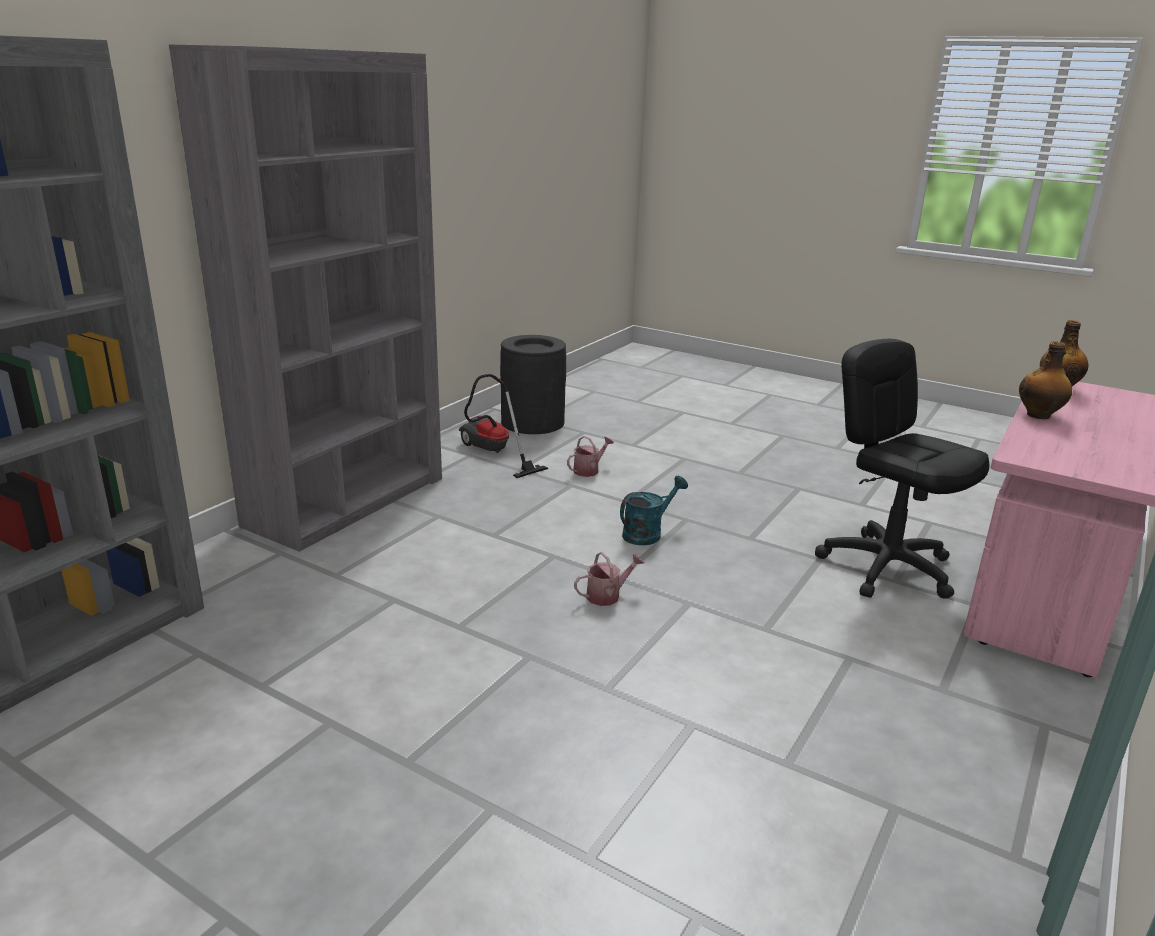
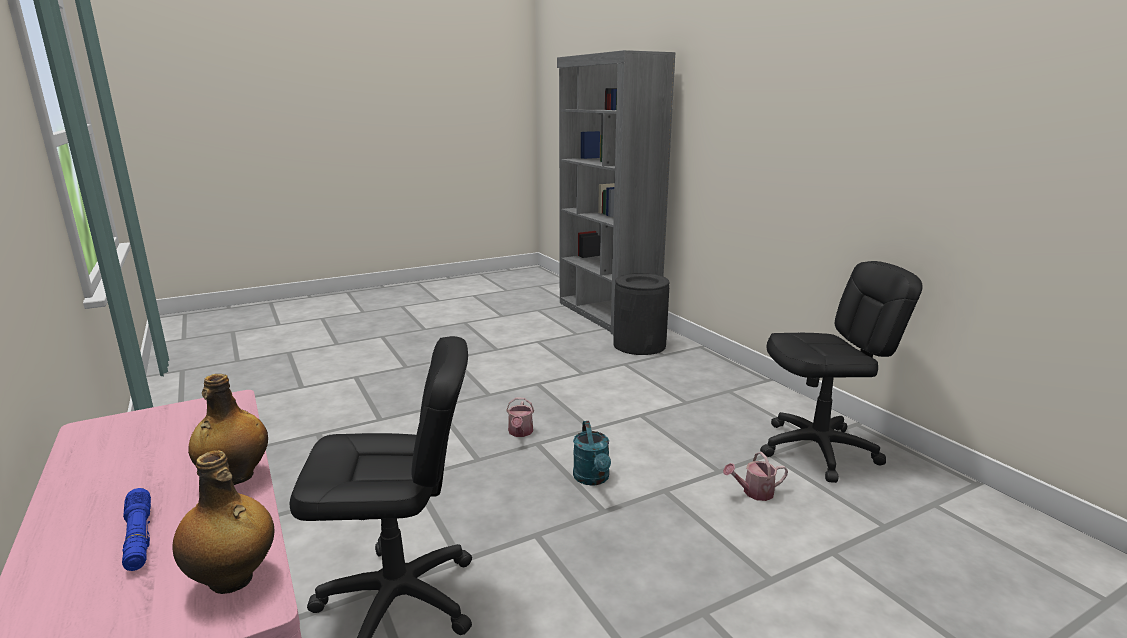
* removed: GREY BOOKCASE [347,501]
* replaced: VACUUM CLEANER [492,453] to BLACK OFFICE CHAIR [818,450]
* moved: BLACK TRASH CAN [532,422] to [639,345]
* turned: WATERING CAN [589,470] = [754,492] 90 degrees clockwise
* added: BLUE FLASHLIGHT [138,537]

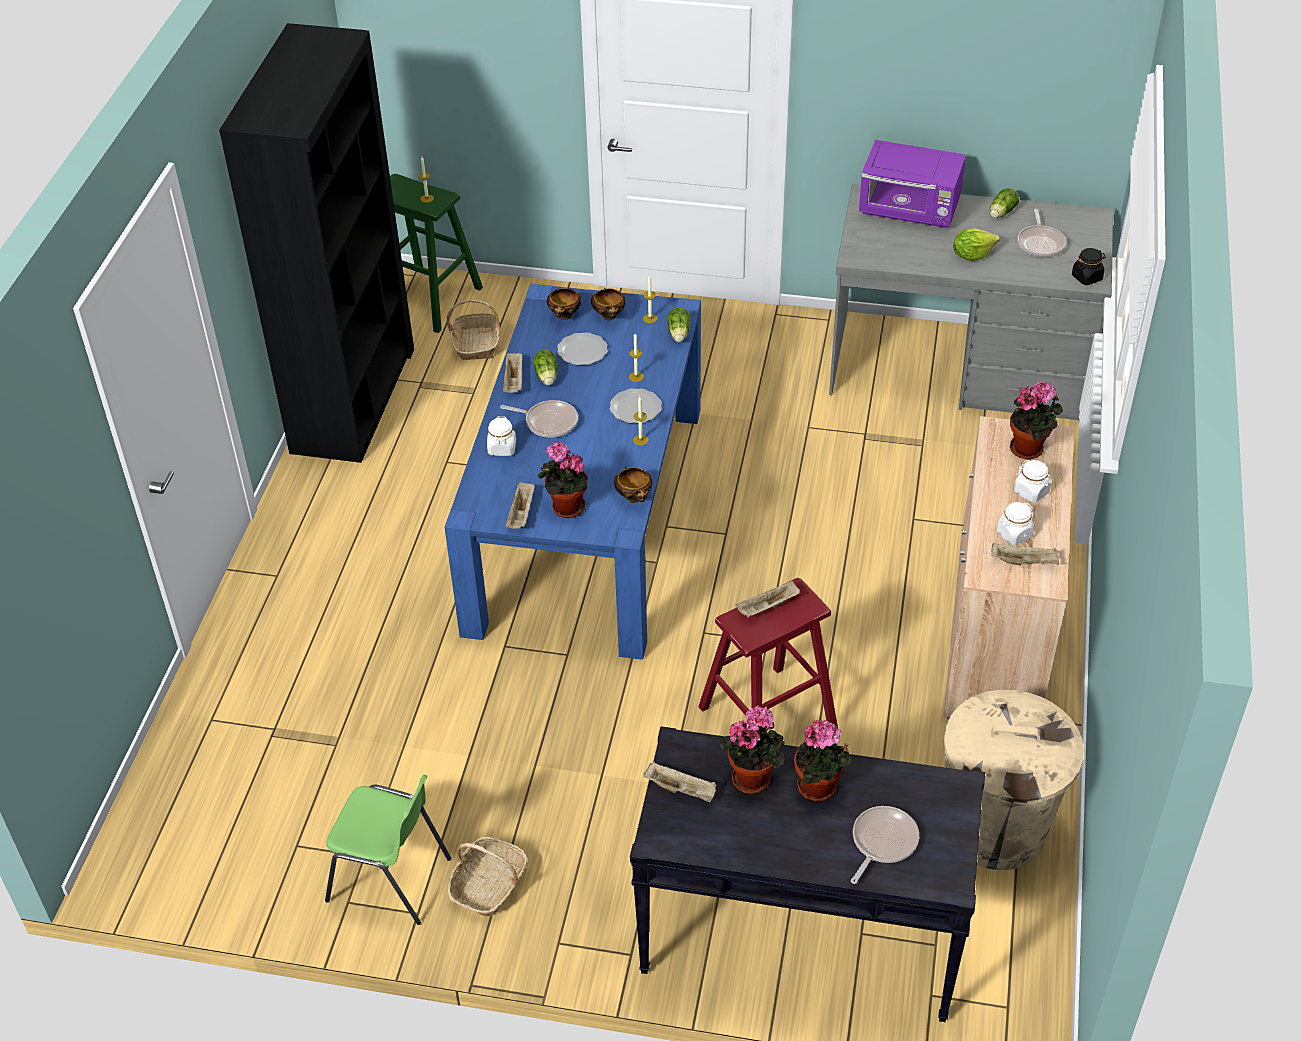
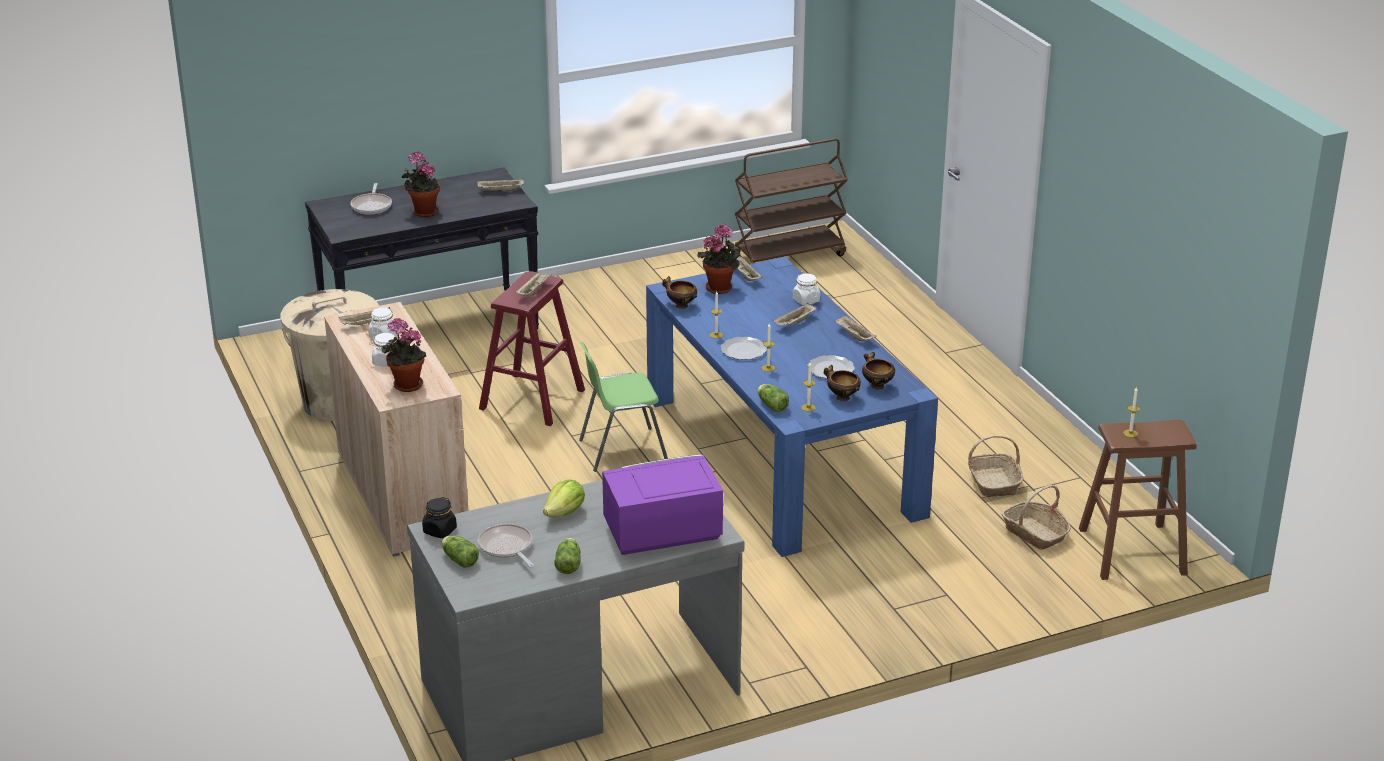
* removed: BLACK BOOKCASE [353,399]
* moved: GREEN CHAIR [390,879] to [622,450]
* recoloured: GREEN STOOL [427,298] to BROWN STOOL [1132,551]
* moved: BASKET [489,885] to [993,482]
* replaced: FRYING PAN [548,422] to BEIGE TRAY [794,323]
* moved: LETTUCE [546,377] to [459,559]
* removed: POTTED PLANT [753,776]
* added: BROWN CART [789,255]

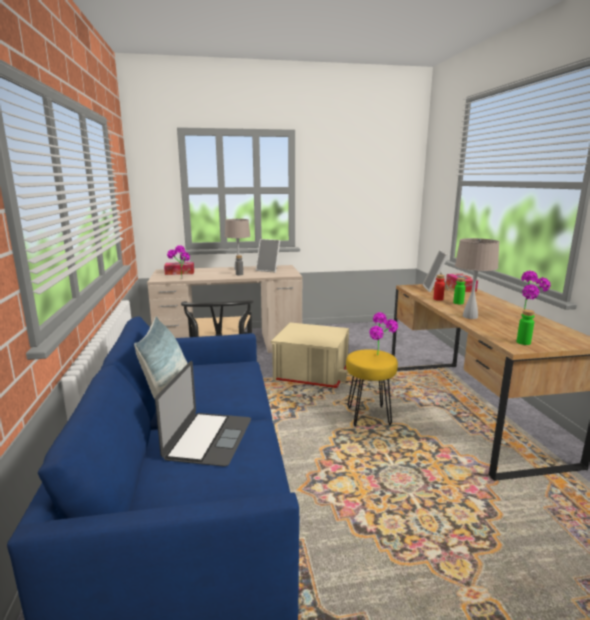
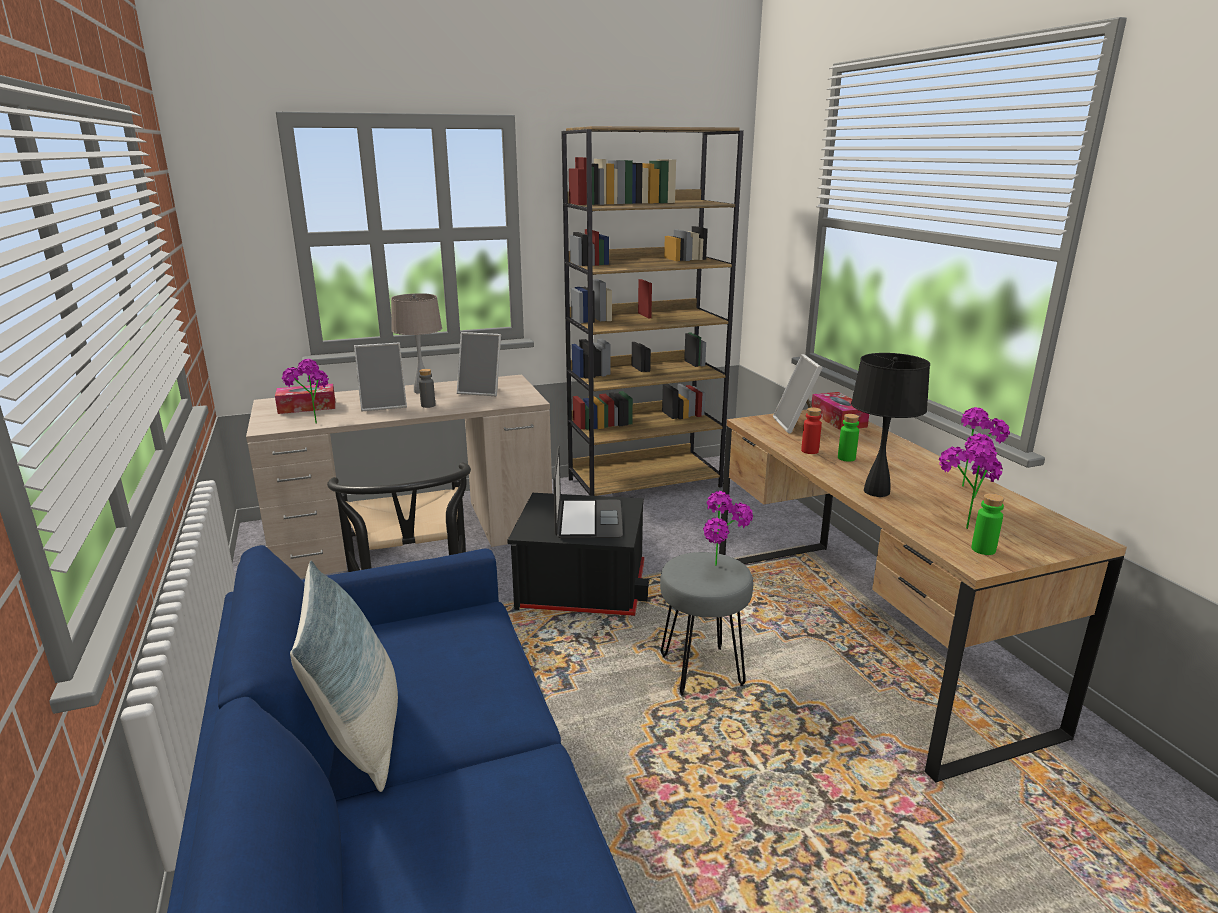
* moved: LAPTOP [208,438] to [588,519]
* recoloured: BEIGE STORAGE BOX [311,373] to BLACK STORAGE BOX [581,586]
* recoloured: YELLOW STOOL [368,416] to GREY STOOL [700,671]
* recoloured: BEIGE TABLE LAMP [469,316] to BLACK TABLE LAMP [876,491]
* added: PICTURE FRAME [384,405]
* added: BROWN BOOKCASE [645,483]
* added: POTTED PLANT [960,523]

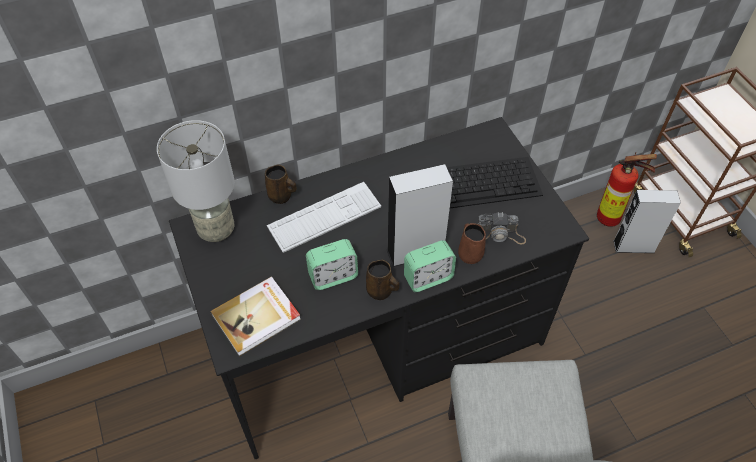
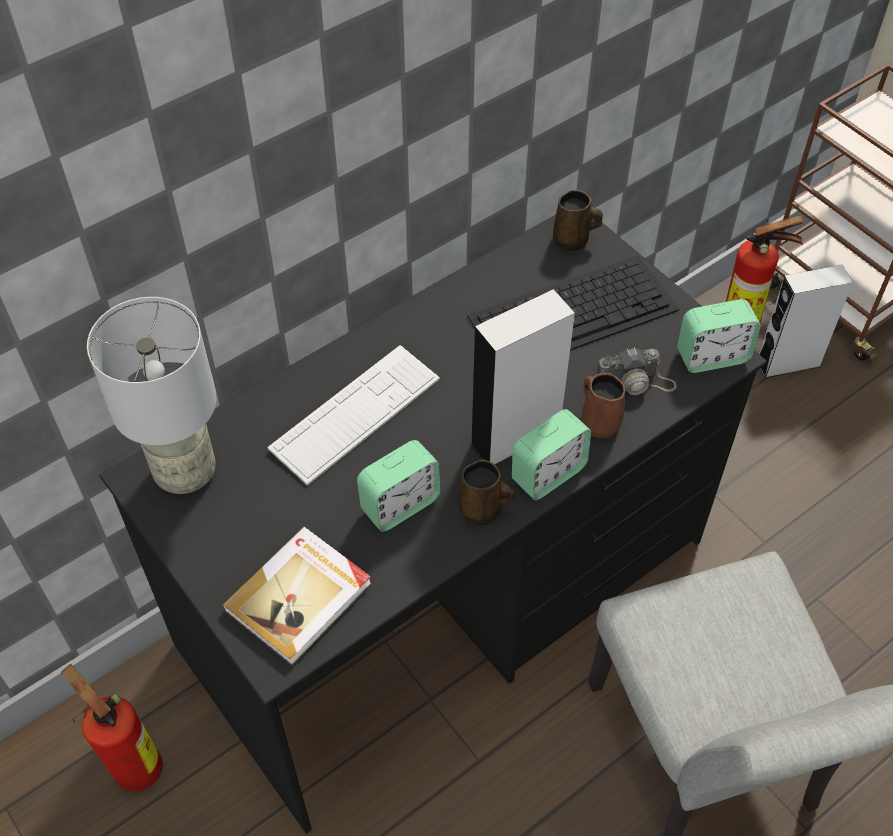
* moved: BROWN MUG [281,196] to [573,241]
* added: FIRE EXTINGUISHER [134,764]
* added: ALARM CLOCK [712,356]

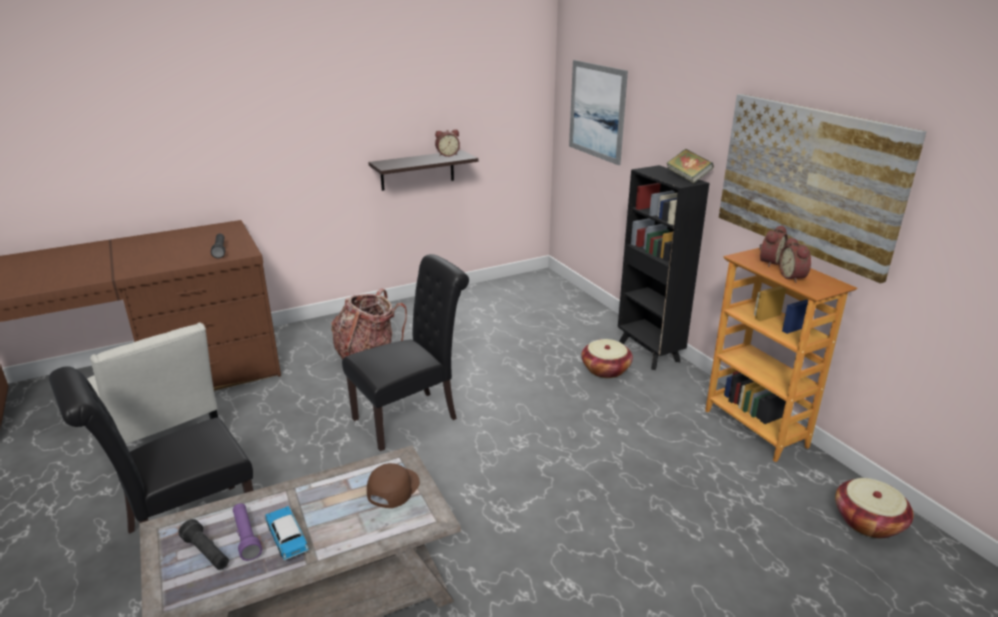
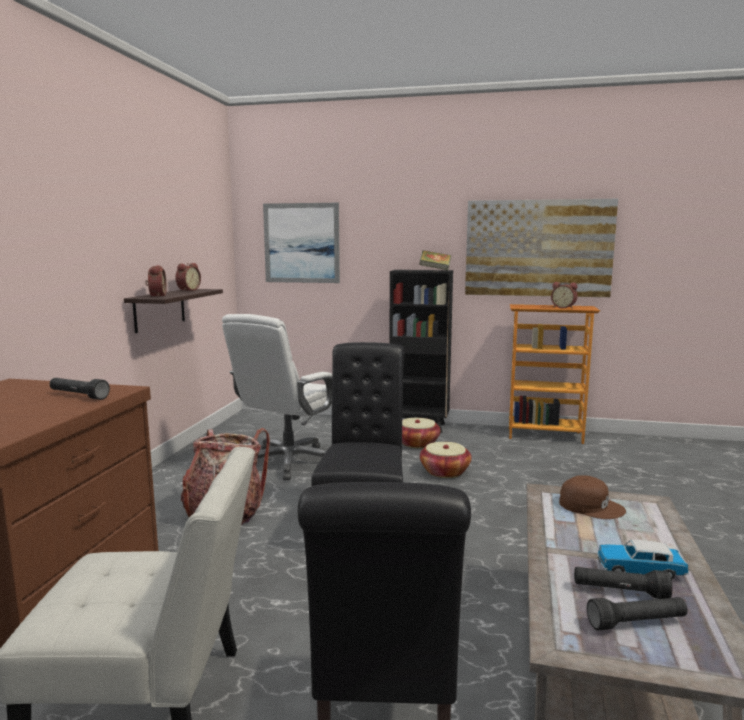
* recoloured: PURPLE FLASHLIGHT [246,537] to BLACK FLASHLIGHT [620,592]
* turned: BROWN CAP [392,488] = [590,506] 150 degrees clockwise
* moved: ALARM CLOCK [769,262] to [156,296]
* moved: BASKET [868,521] to [444,471]
* added: WHITE OFFICE CHAIR [288,462]

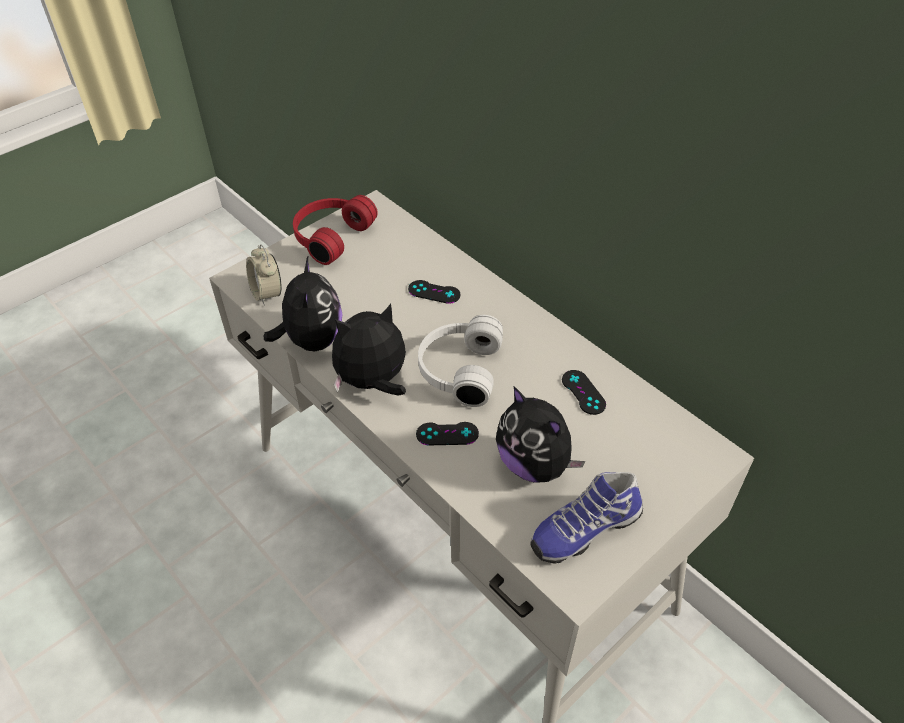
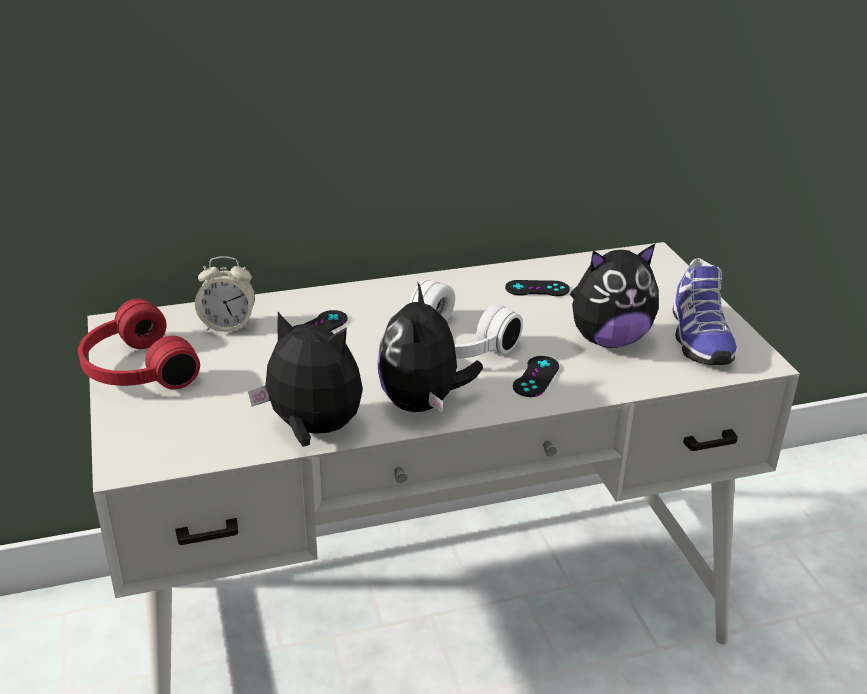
* moved: ALARM CLOCK [267,293] to [228,325]

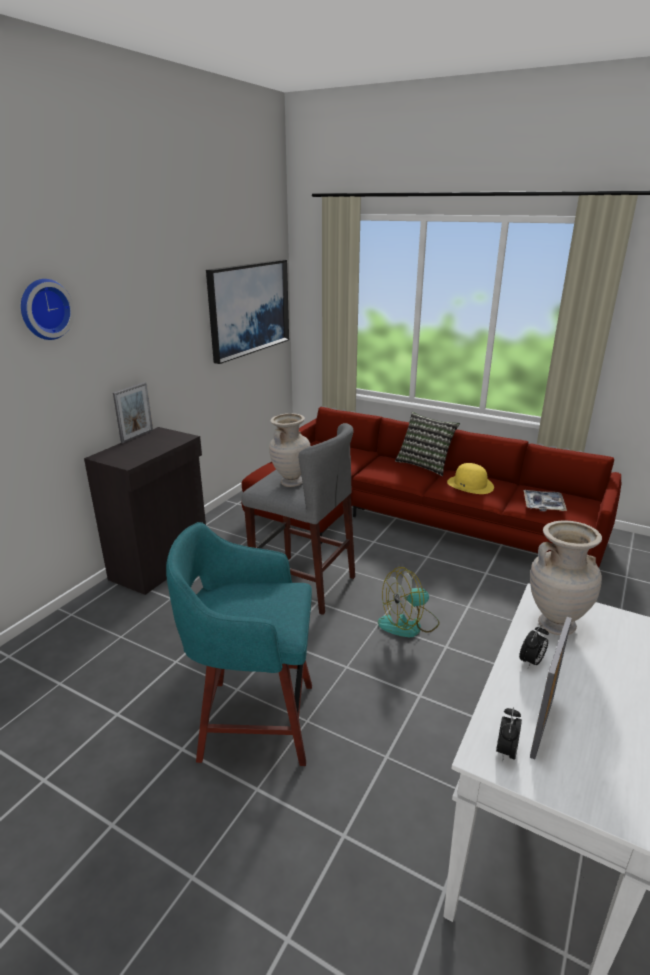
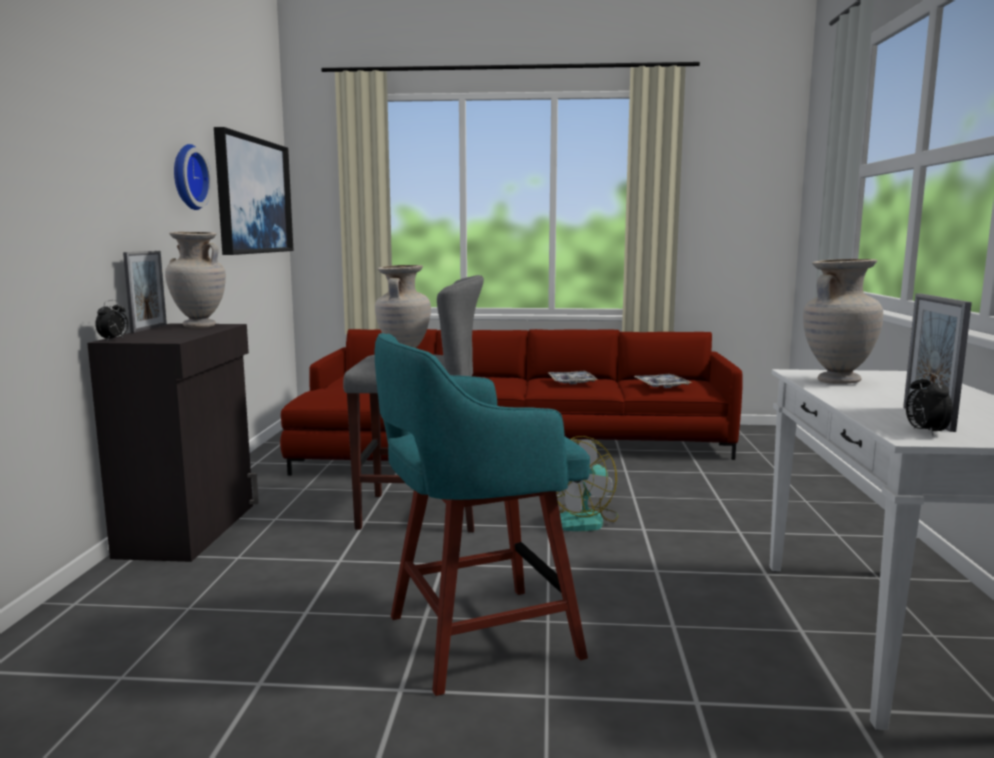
* moved: WALL CLOCK [44,309] to [187,177]
* removed: PILLOW [425,464]
* replaced: YELLOW HAT [470,484] to TRAY [572,382]
* moved: ALARM CLOCK [531,662] to [114,340]
* added: BEIGE VASE [199,326]

